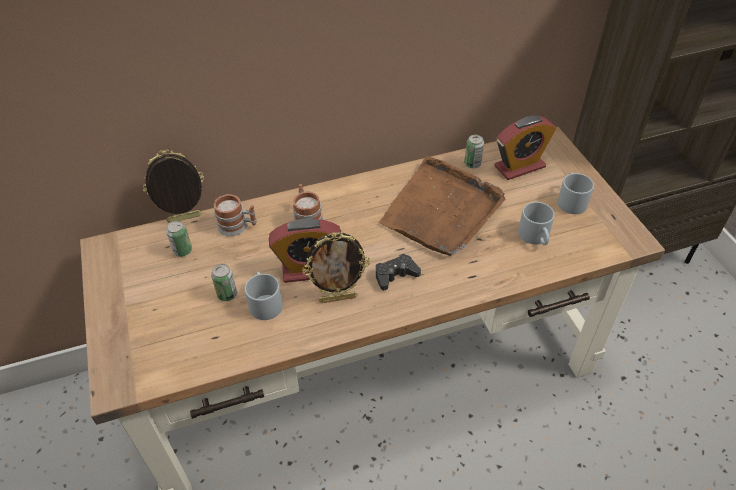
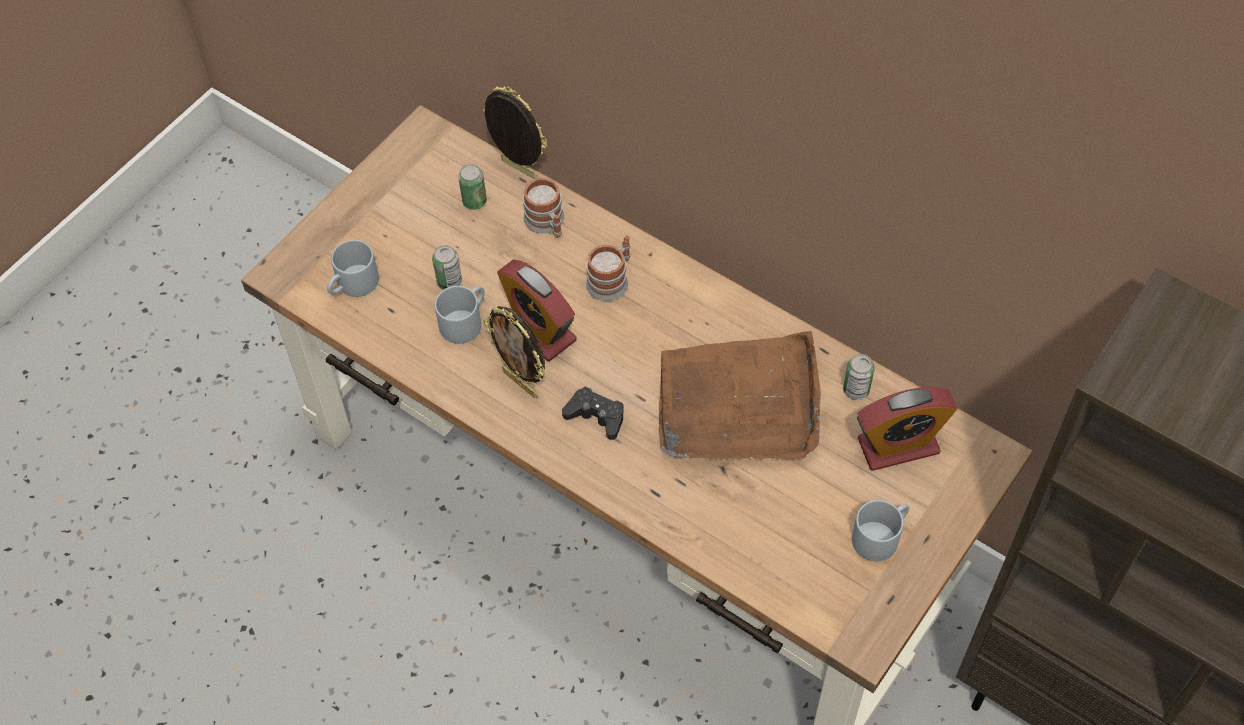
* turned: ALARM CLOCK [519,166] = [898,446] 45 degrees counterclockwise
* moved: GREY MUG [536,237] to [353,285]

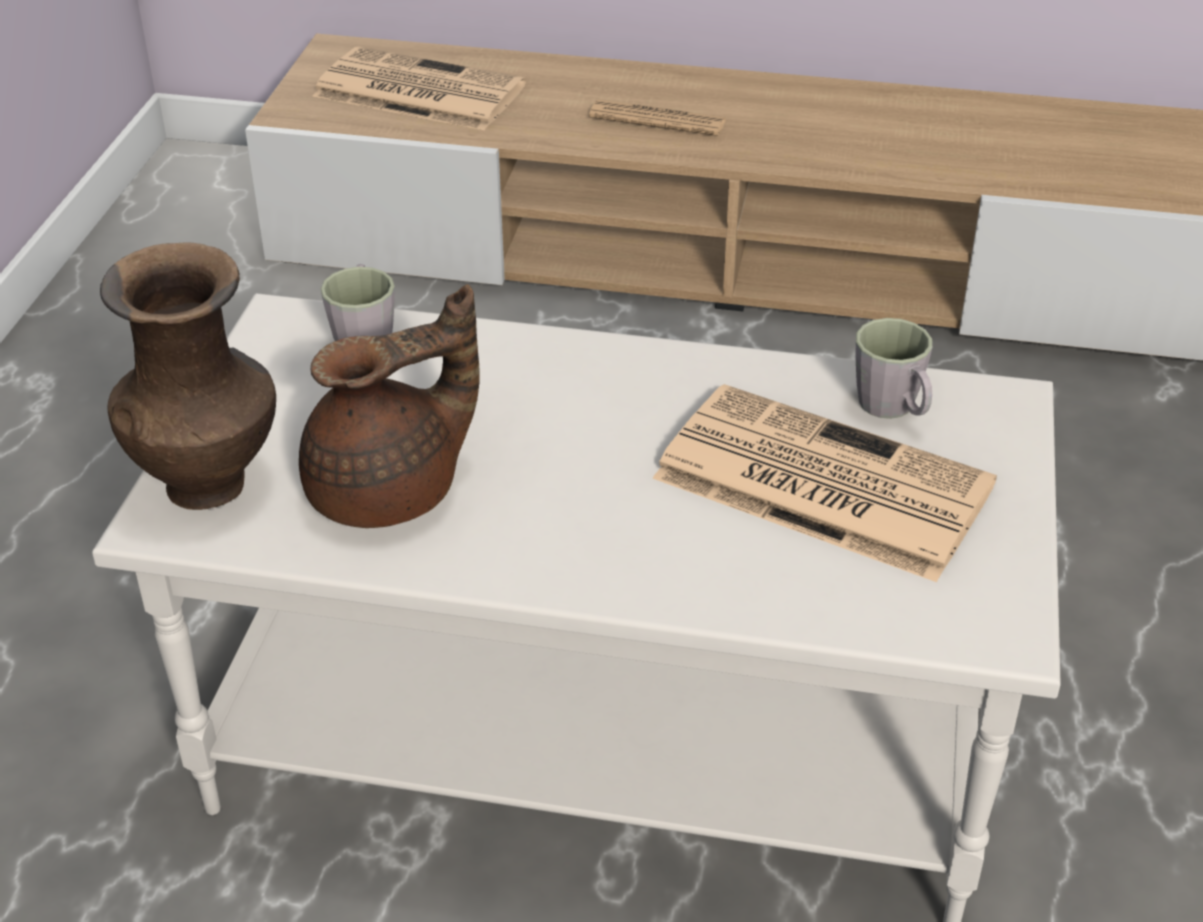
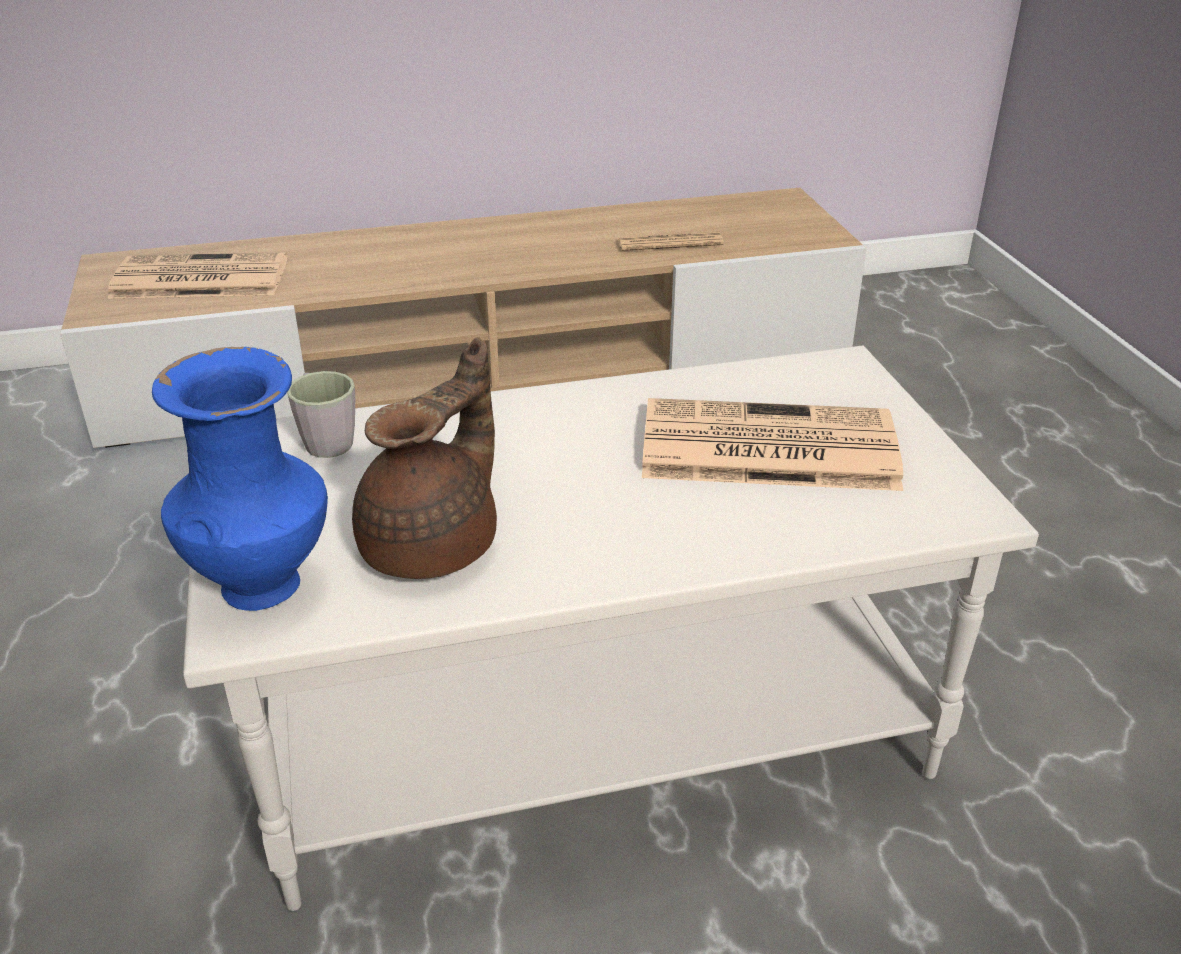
* recoloured: BROWN VASE [209,482] to BLUE VASE [262,582]
* moved: NEWSPAPER [657,119] to [669,243]
* removed: GREY MUG [893,410]

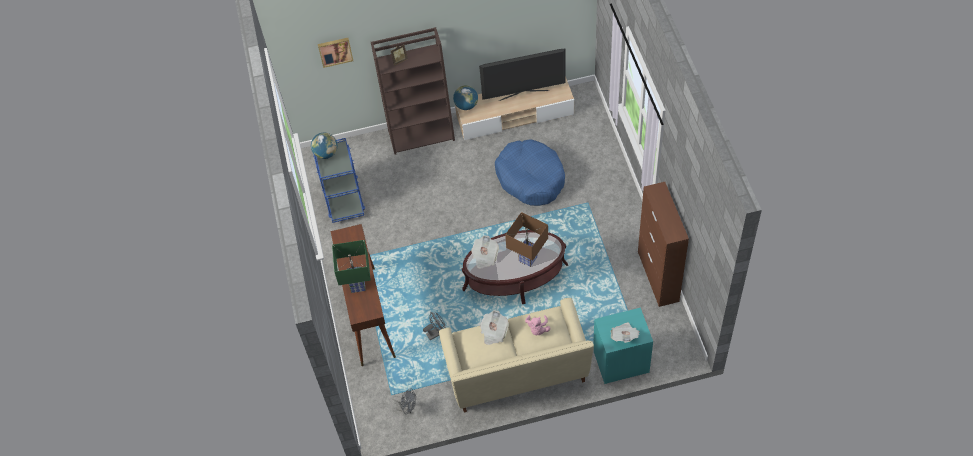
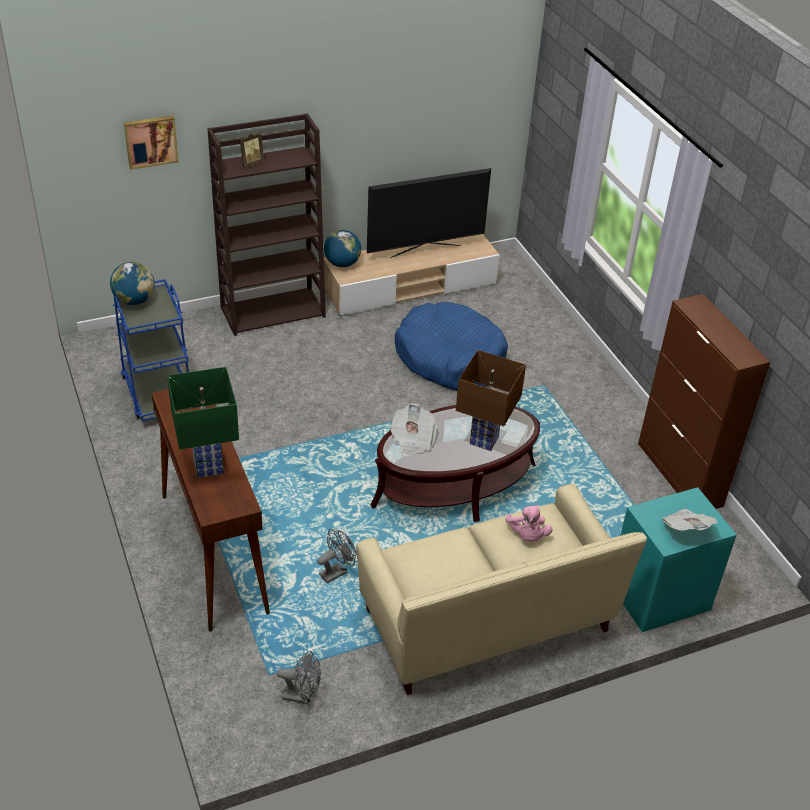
* removed: NEWSPAPER [493,332]

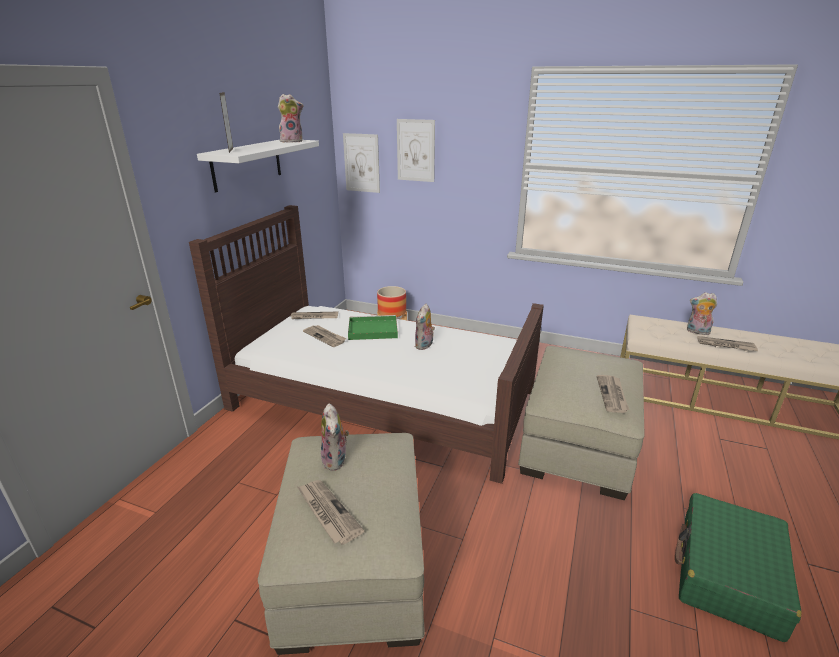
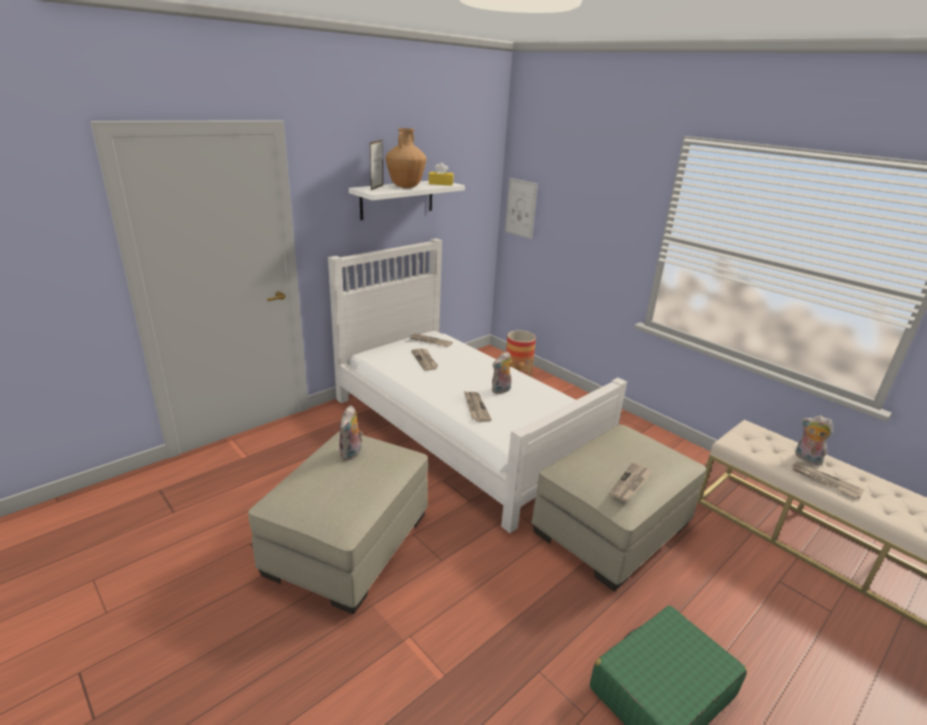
* recoloured: BROWN BED [382,398] to WHITE BED [462,430]
* replaced: PLUSH TOY [292,141] to YELLOW TISSUE BOX [440,183]
* moved: NEWSPAPER [327,512] to [475,407]
* removed: GREEN TRAY [371,330]
* removed: PICTURE [415,150]
* added: BROWN VASE [405,187]

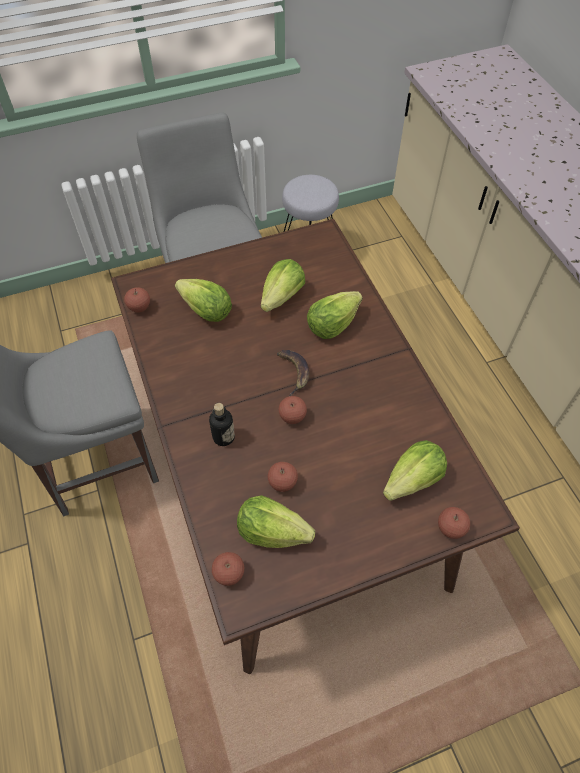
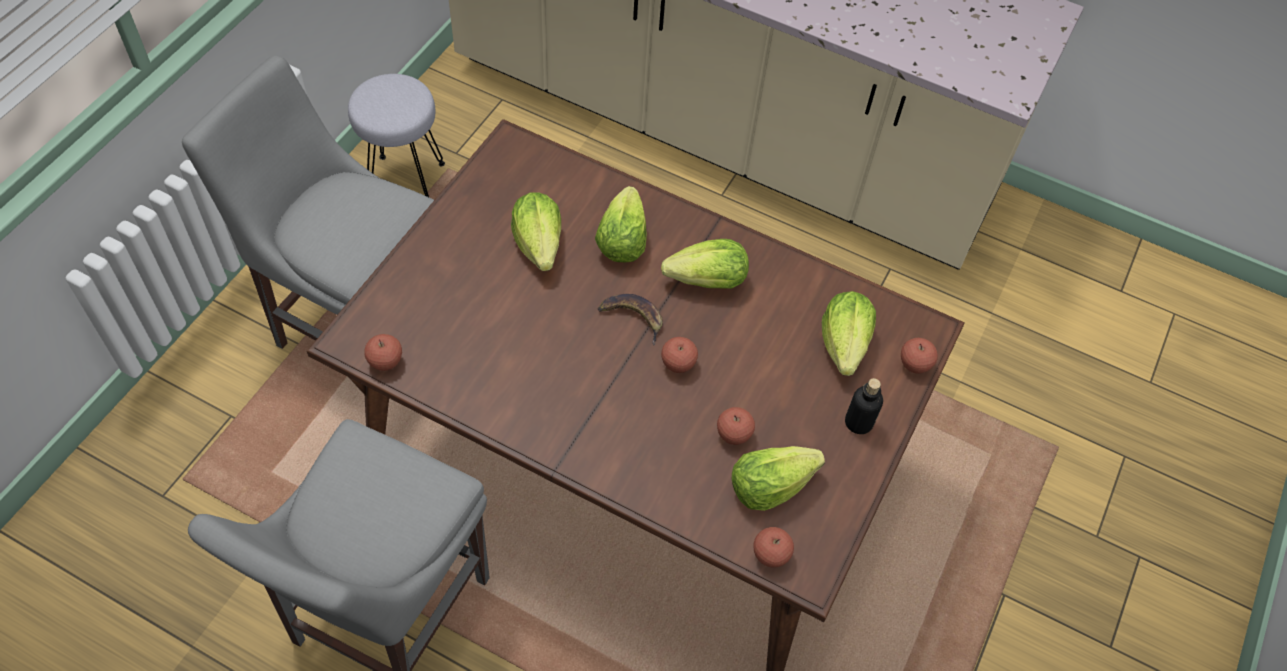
* moved: LETTUCE [206,311] to [708,281]
* moved: BOTTLE [223,437] to [858,422]

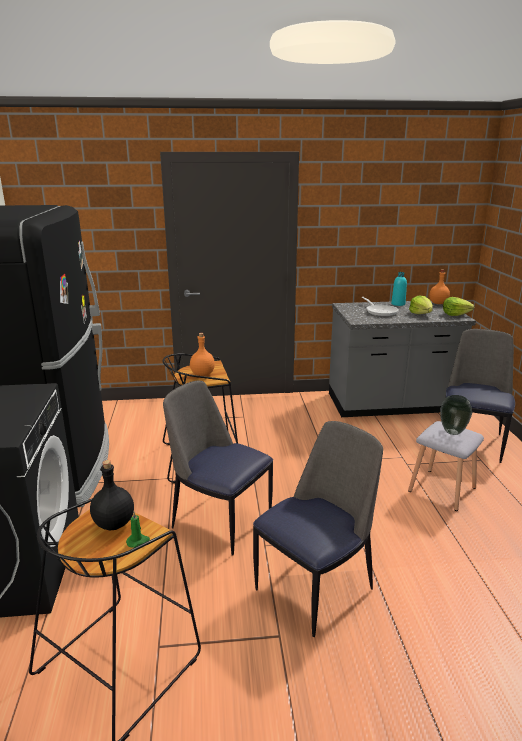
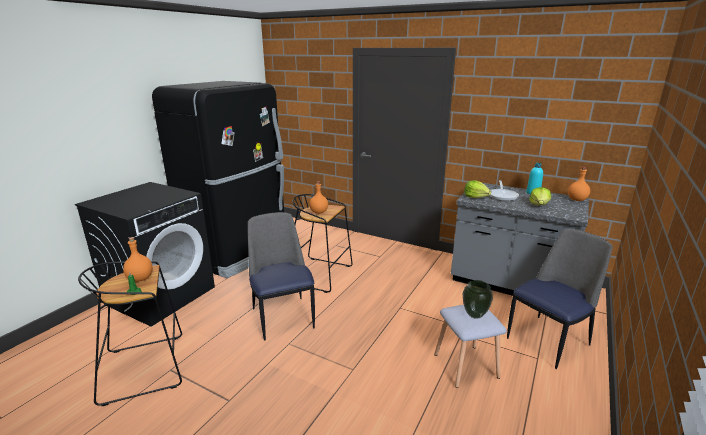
* recoloured: BLACK BOTTLE [115,523] to ORANGE BOTTLE [141,278]
* removed: CHAIR [316,586]
* moved: LETTUCE [455,314] to [475,197]

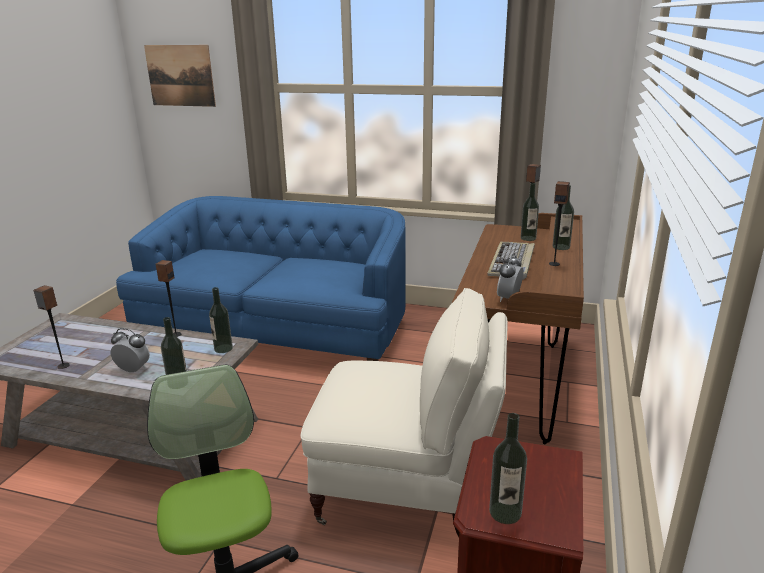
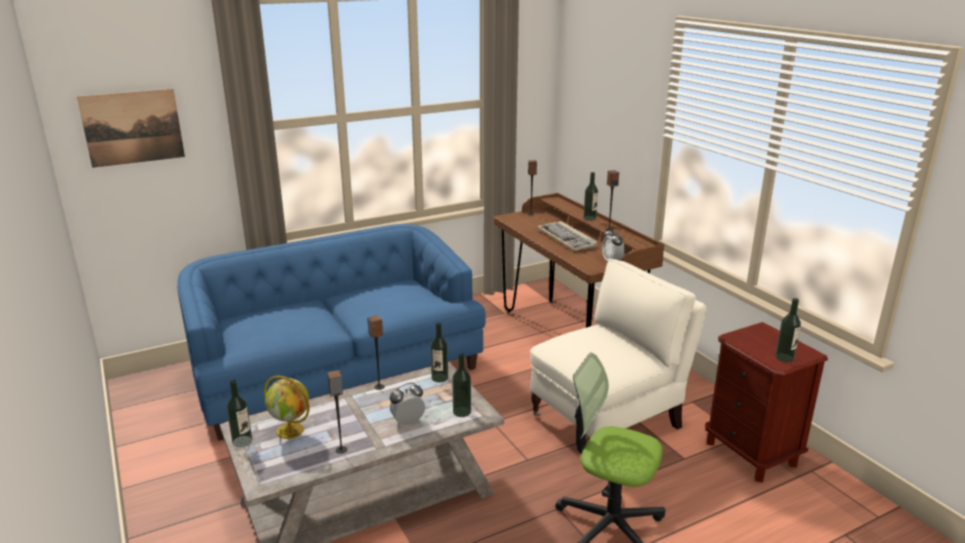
* moved: BOTTLE [528,238] to [242,441]
* added: GLOBE [291,430]

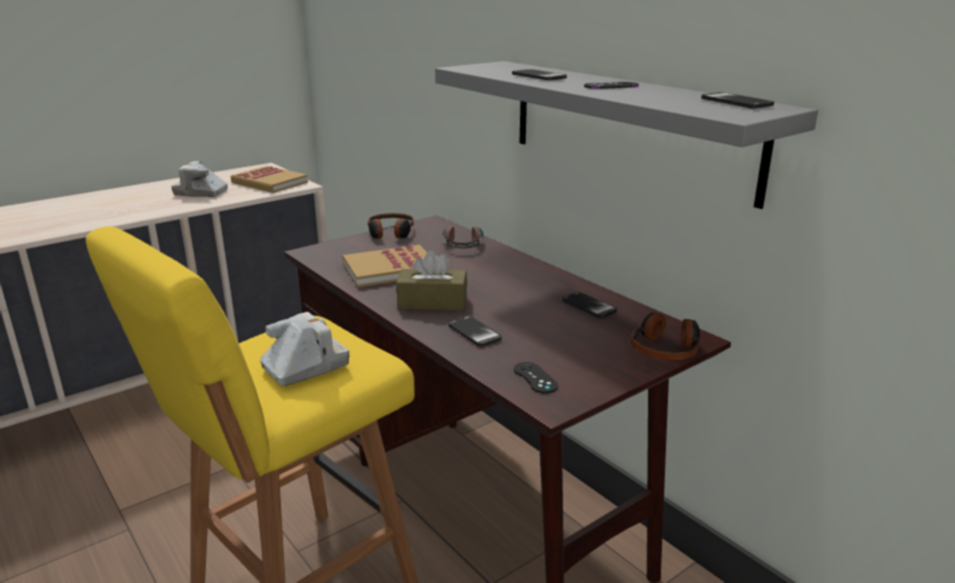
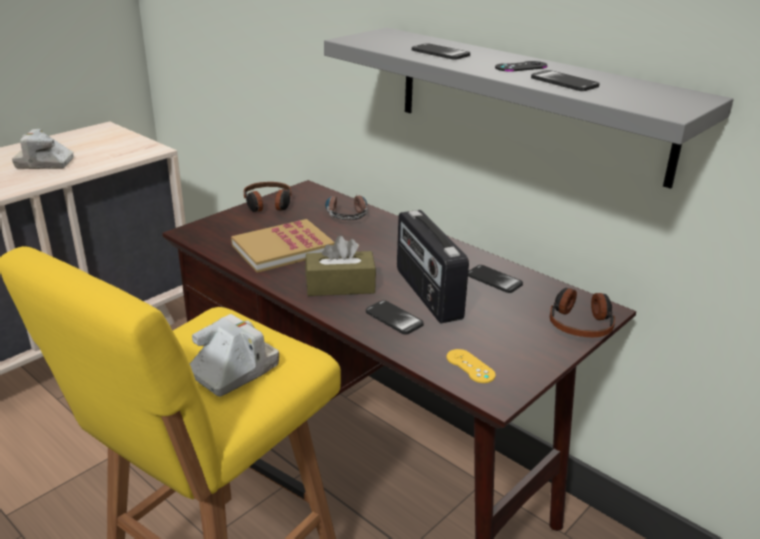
* removed: BOOK [269,182]
* recoloured: BLACK GAME CONTROLLER [535,378] to YELLOW GAME CONTROLLER [470,366]
* moved: PHONE [736,102] to [564,82]
* added: RADIO [427,294]

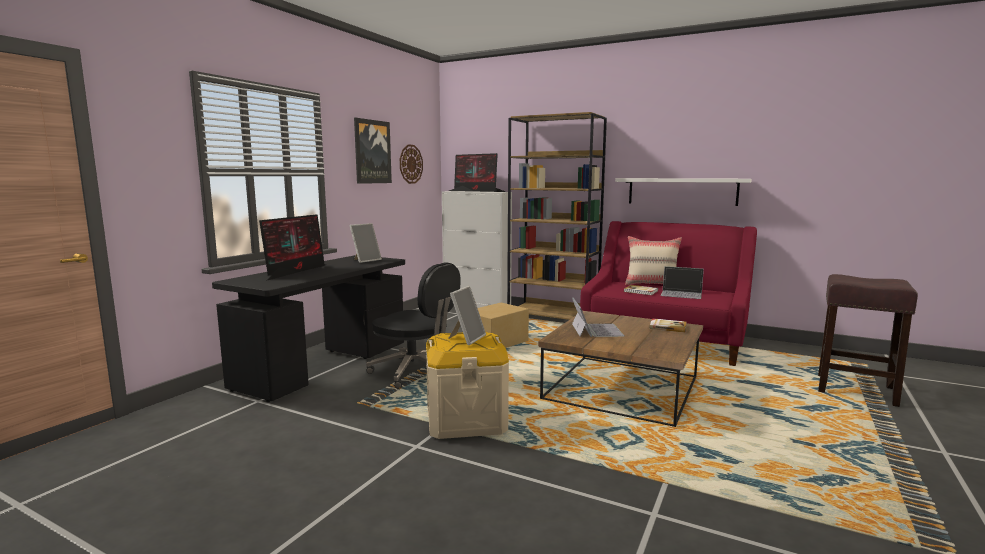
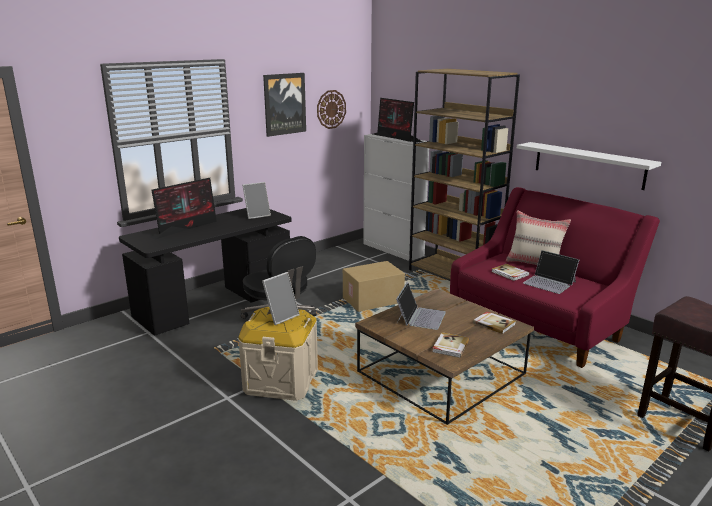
* added: BOOK [450,346]

